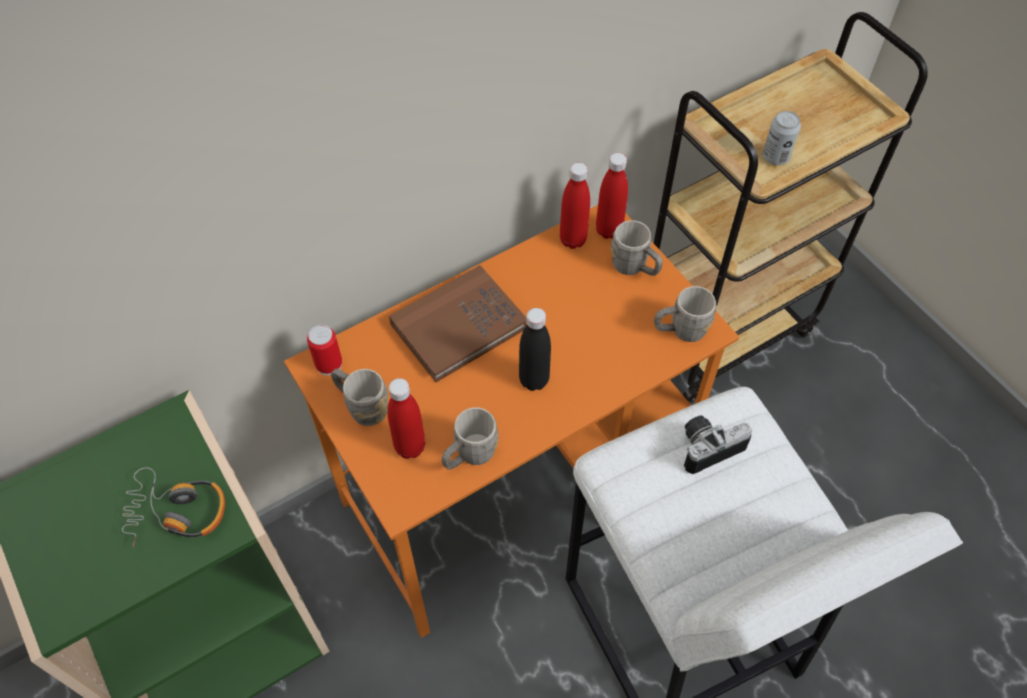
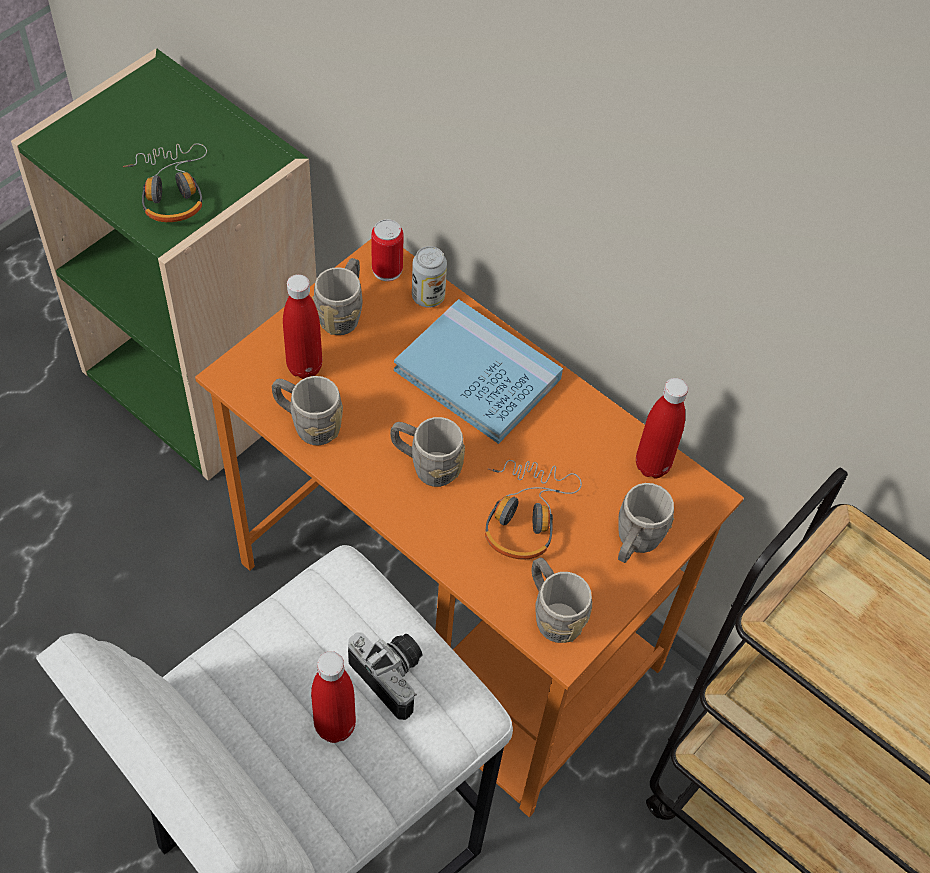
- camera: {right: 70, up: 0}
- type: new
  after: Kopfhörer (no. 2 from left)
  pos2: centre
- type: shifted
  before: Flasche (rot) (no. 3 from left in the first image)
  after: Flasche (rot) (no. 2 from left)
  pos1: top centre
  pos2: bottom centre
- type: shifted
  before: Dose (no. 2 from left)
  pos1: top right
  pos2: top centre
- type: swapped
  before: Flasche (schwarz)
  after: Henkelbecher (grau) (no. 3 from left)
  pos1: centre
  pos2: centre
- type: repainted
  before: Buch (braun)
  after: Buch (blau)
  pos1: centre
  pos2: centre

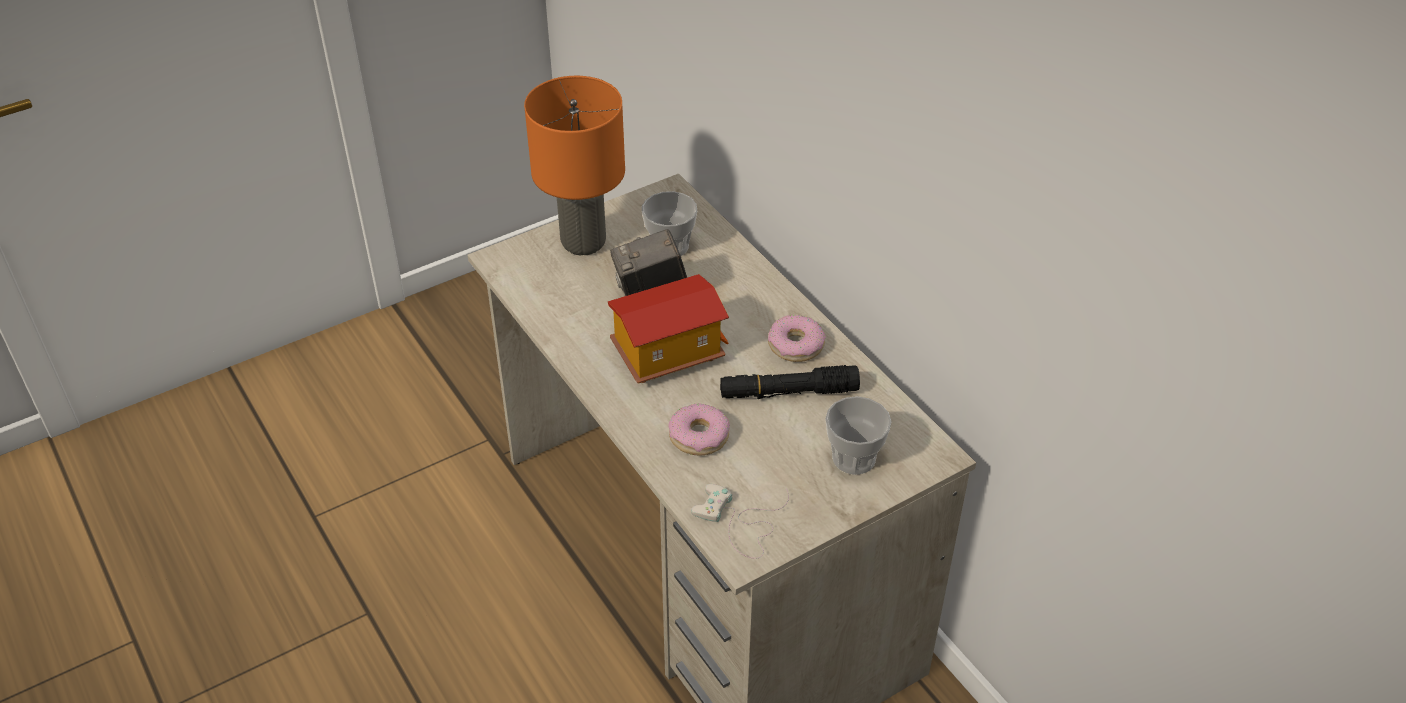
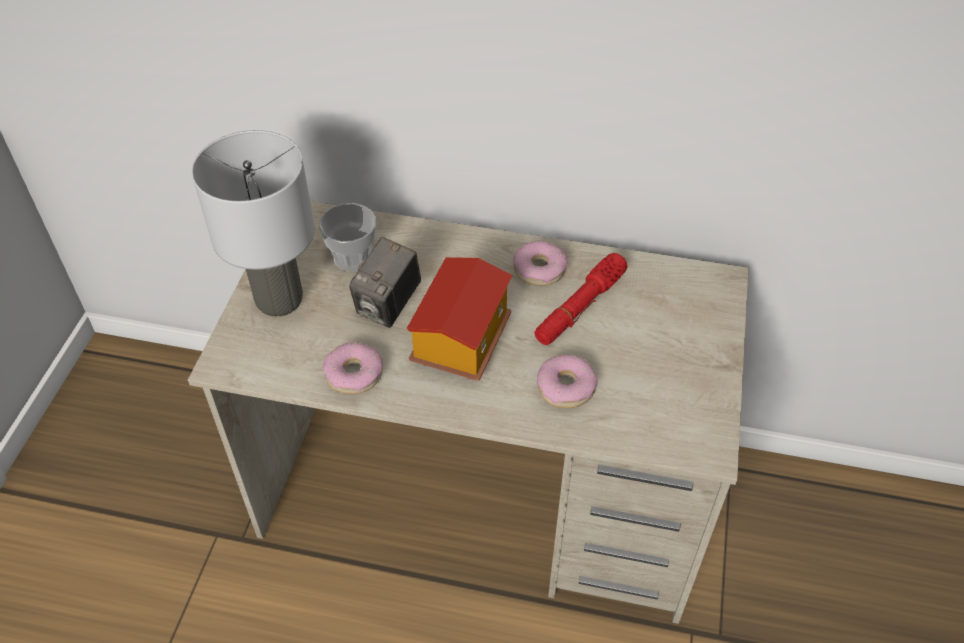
- camera: {right: -45, up: 5}
- type: gone
  before: Gamepad (weiß)
  pos1: bottom centre
- type: gone
  before: Tasse (no. 2 from left)
  pos1: centre
- type: new
  after: Donut (no. 1 from left)
  pos2: centre
- type: repainted
  before: Tischlampe (orange)
  after: Tischlampe (weiß)
  pos1: top centre
  pos2: middle left
- type: repainted
  before: Taschenlampe (schwarz)
  after: Taschenlampe (rot)
  pos1: centre
  pos2: centre

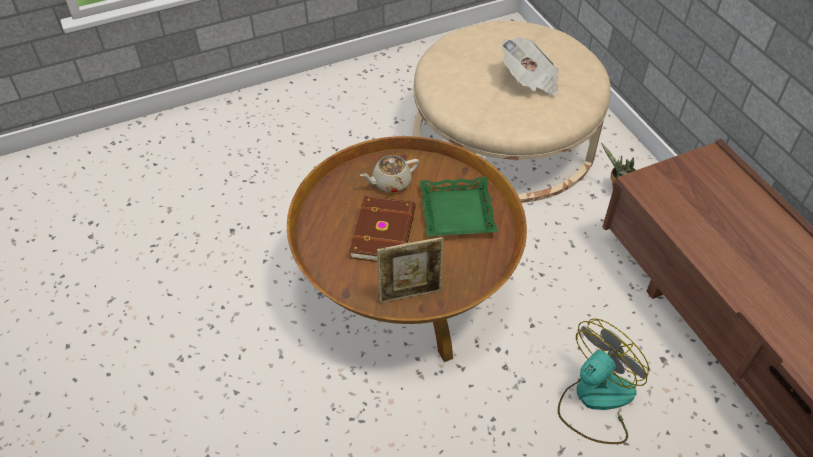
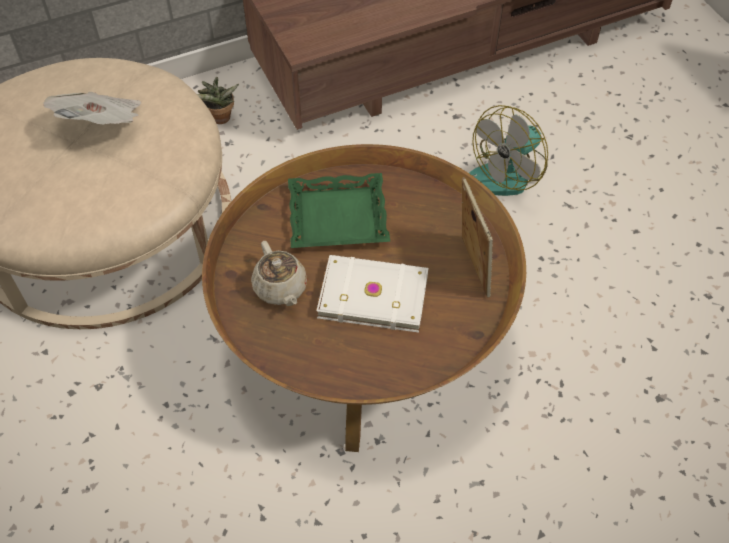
- camera: {right: -90, up: 5}
- type: repainted
  before: Buch (braun)
  after: Buch (weiß)
  pos1: centre
  pos2: centre
- type: rotated
  before: Ventilator
  pos1: bottom right
  pos2: top right
  turn: -90

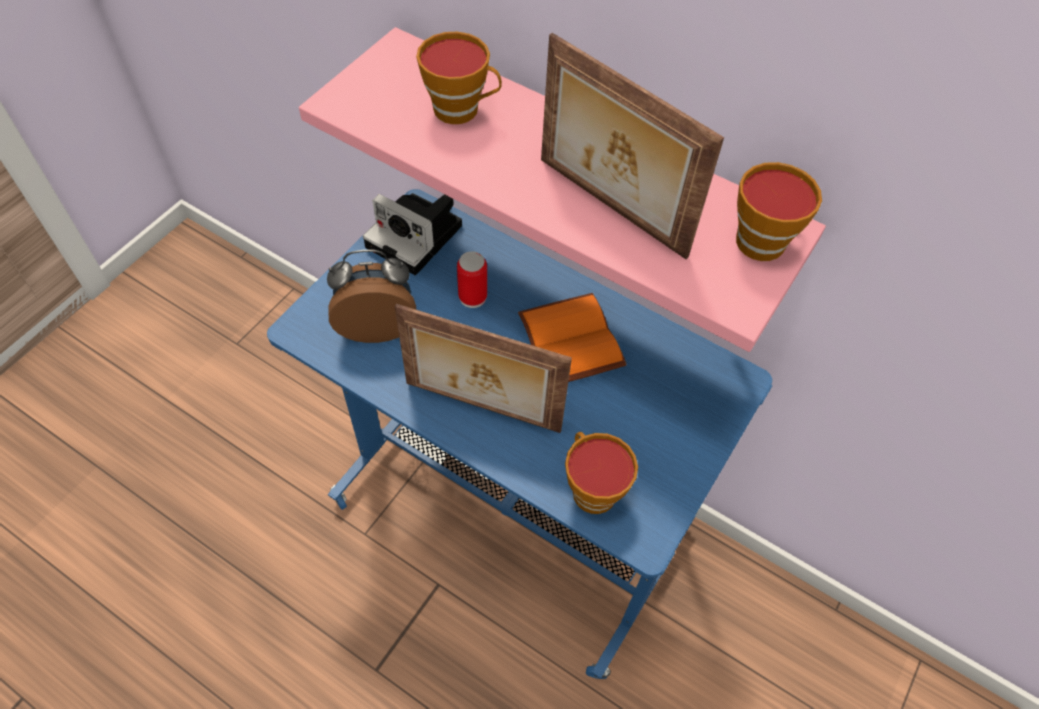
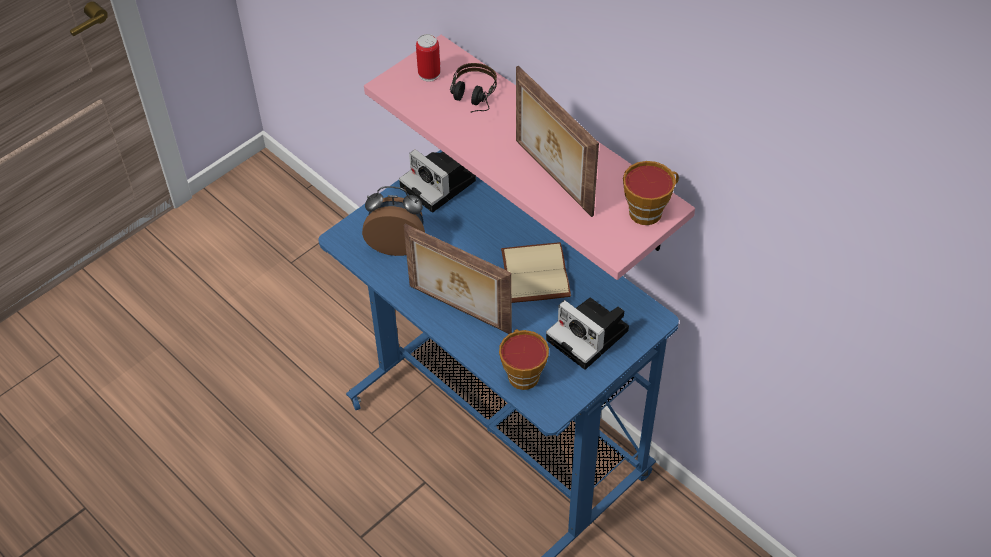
- camera: {right: 15, up: -5}
- type: new
  after: Kamera (no. 2 from left)
  pos2: centre
- type: shifted
  before: Dose
  pos1: centre
  pos2: top centre
- type: swapped
  before: Tasse (no. 1 from left)
  after: Kopfhörer
  pos1: top centre
  pos2: top centre
- type: repainted
  before: Buch (orange)
  after: Buch (beige)
  pos1: centre
  pos2: centre

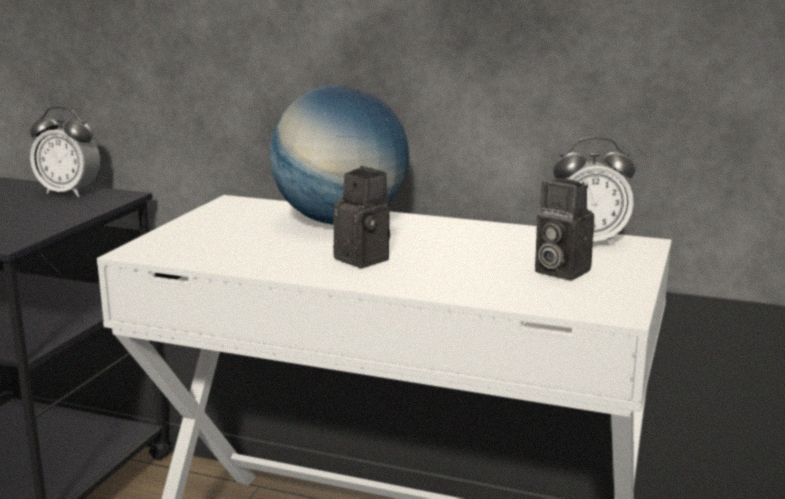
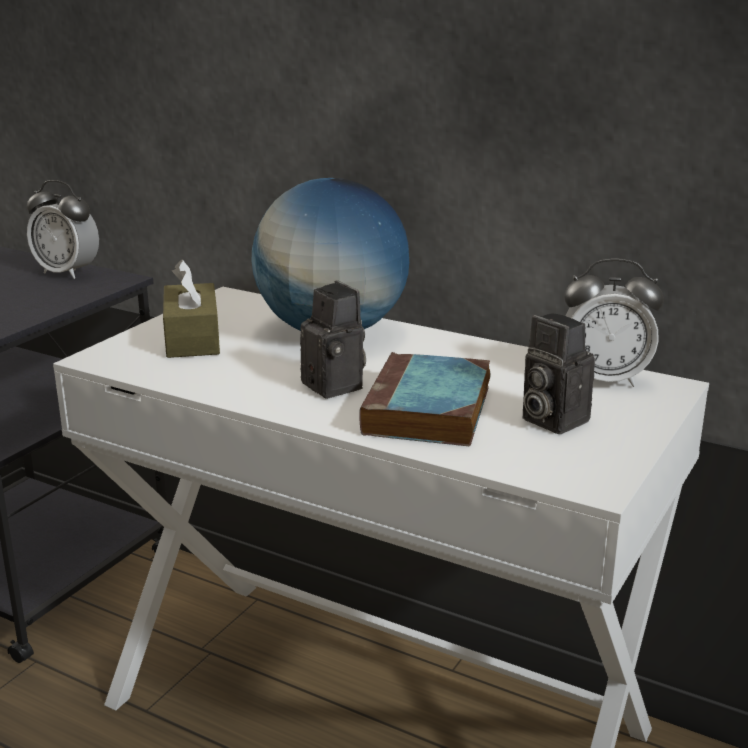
- camera: {right: 10, up: 5}
- type: new
  after: Taschentuchbox (braun)
  pos2: middle left
- type: new
  after: Buch
  pos2: centre

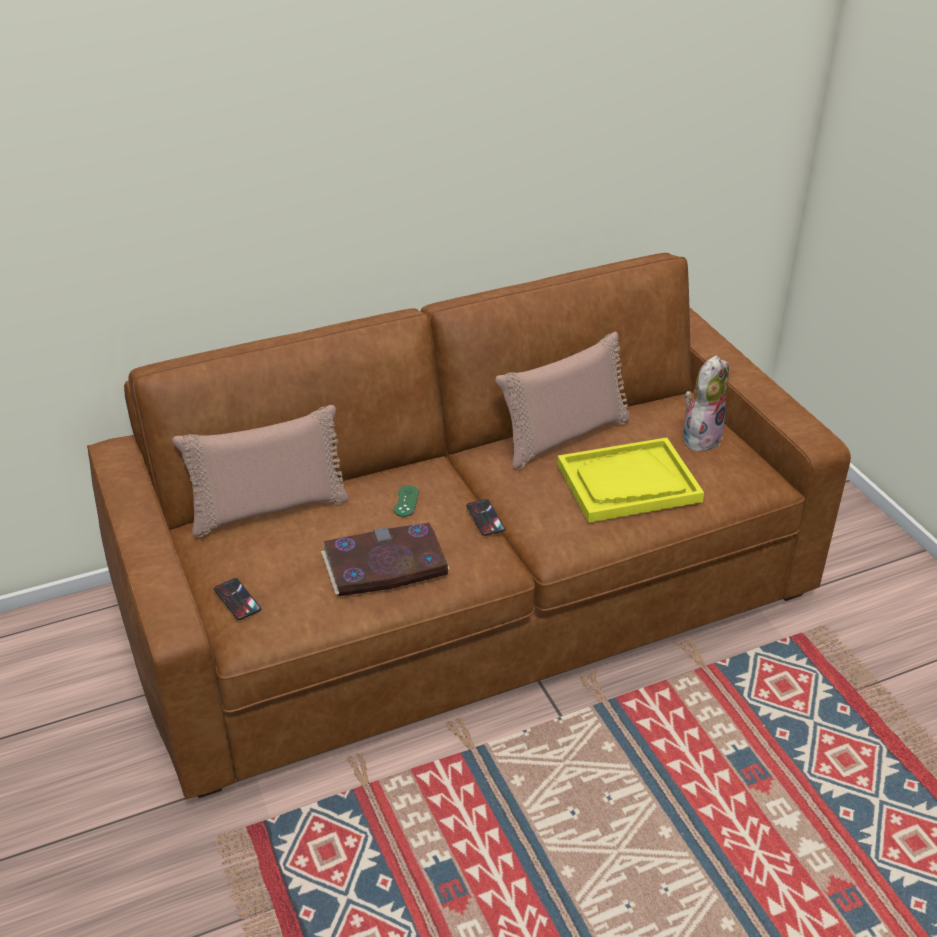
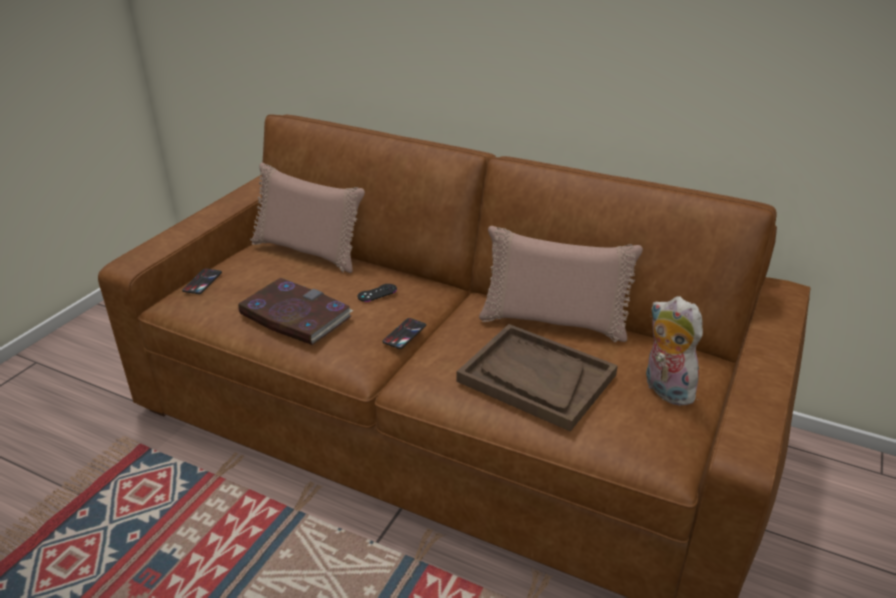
- camera: {right: 50, up: -5}
- type: repainted
  before: Gamepad (grün)
  after: Gamepad (schwarz)
  pos1: centre
  pos2: centre
- type: repainted
  before: Tablett (gelb)
  after: Tablett (braun)
  pos1: middle right
  pos2: centre
- type: rotated
  before: Plüschtier
  pos1: middle right
  pos2: middle right
  turn: -120

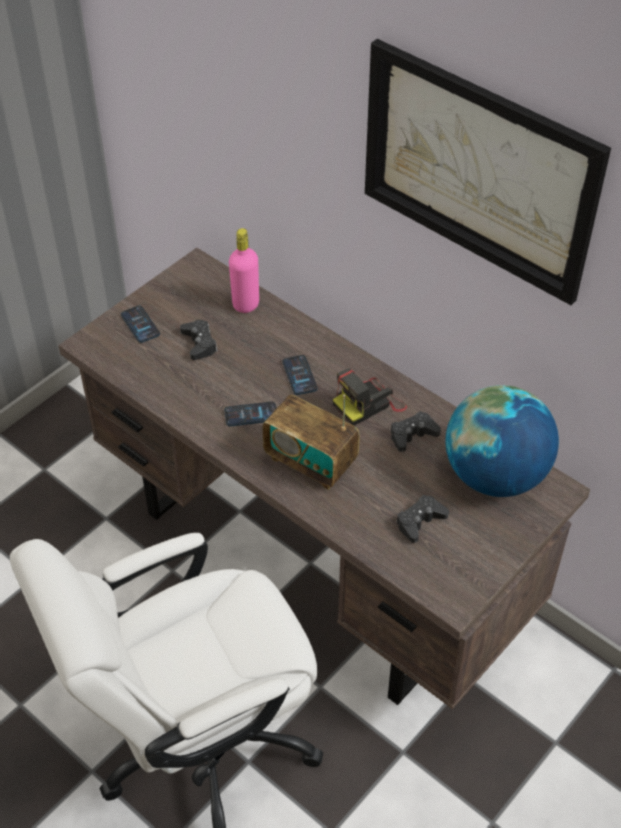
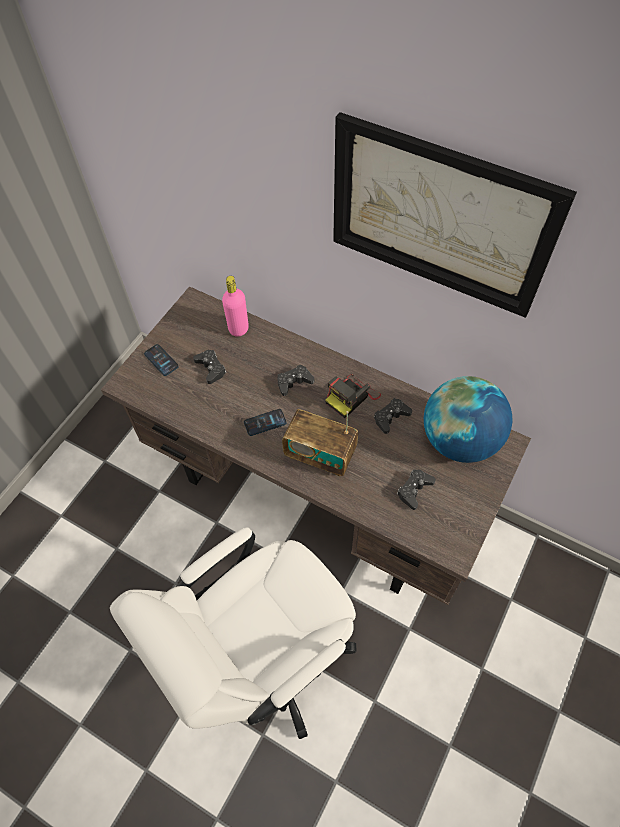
- camera: {right: -10, up: 10}
- type: swapped
  before: Handy (no. 3 from left)
  after: Gamepad (schwarz) (no. 2 from left)
  pos1: centre
  pos2: centre

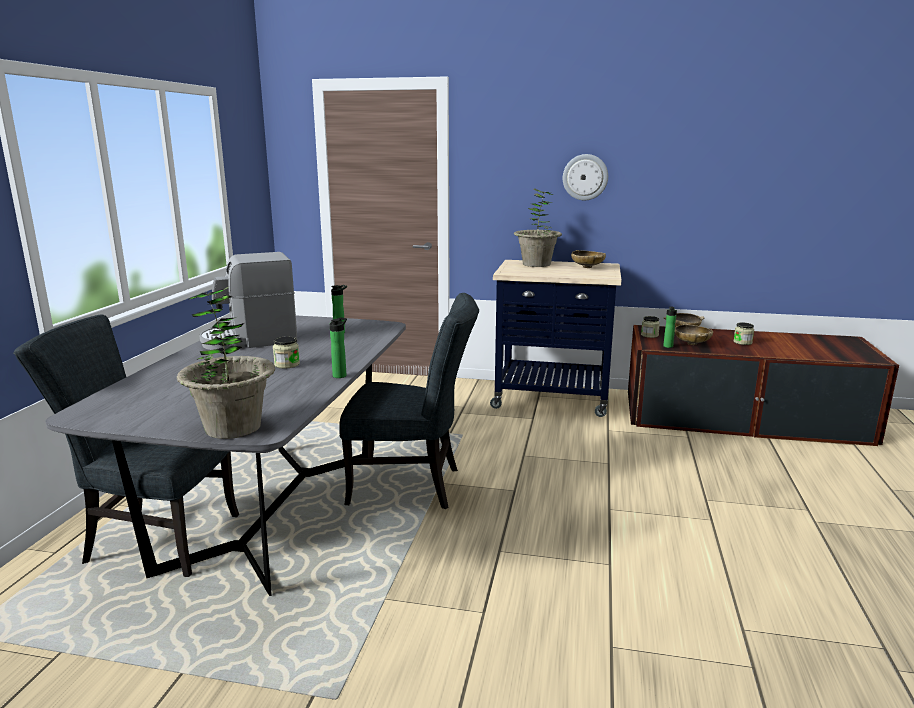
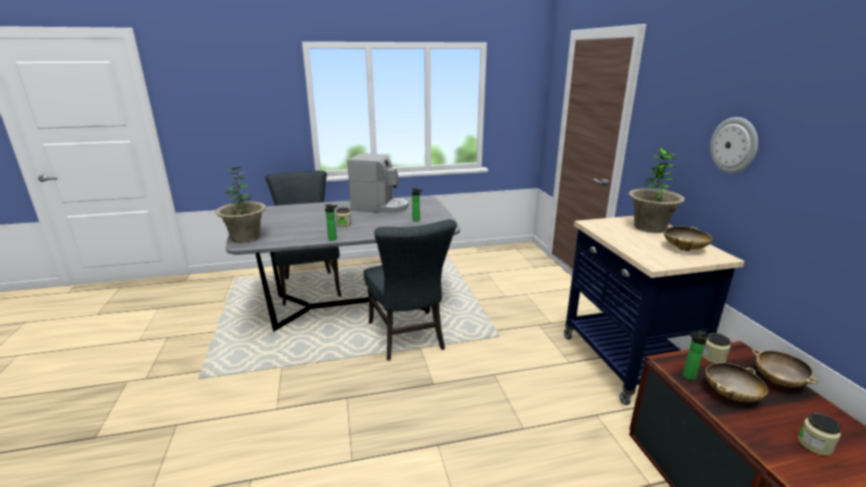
- camera: {right: 65, up: 5}
- type: rotated
  before: Kaffeemaschine
  pos1: middle left
  pos2: centre
  turn: 150

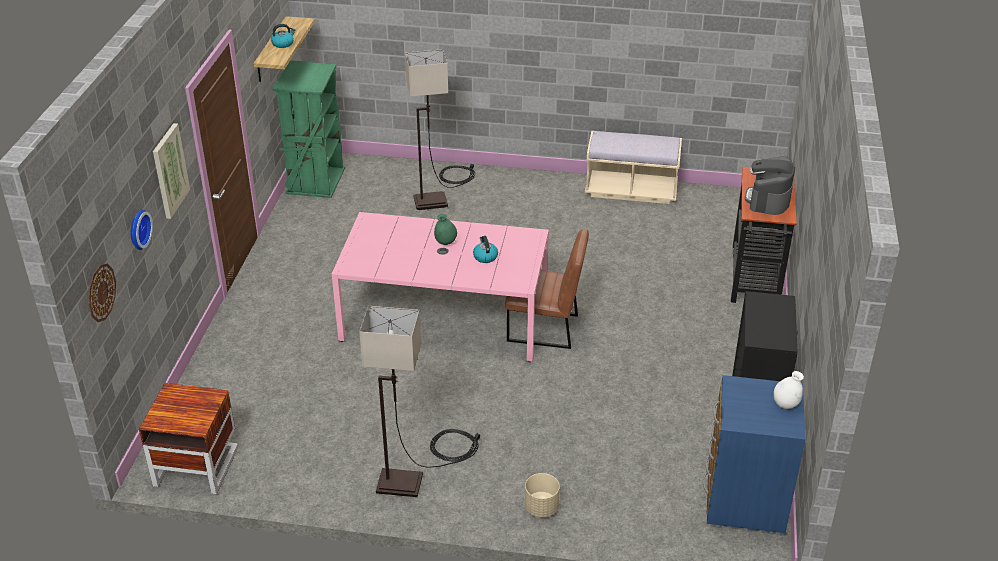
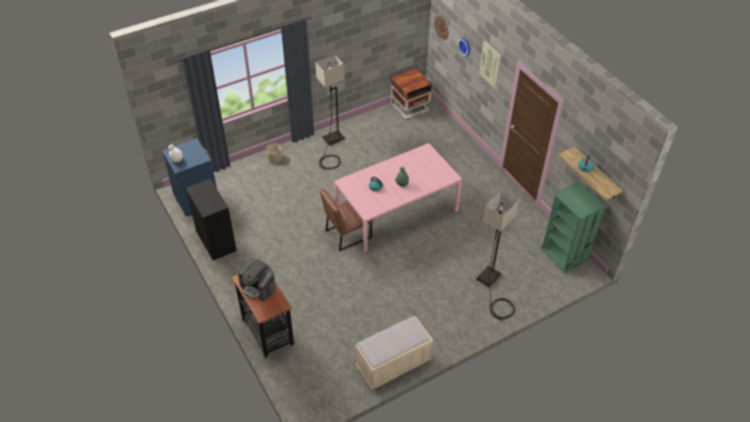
- camera: {right: 140, up: 10}
- type: rotated
  before: Kaffeemaschine
  pos1: top right
  pos2: centre
  turn: 150

